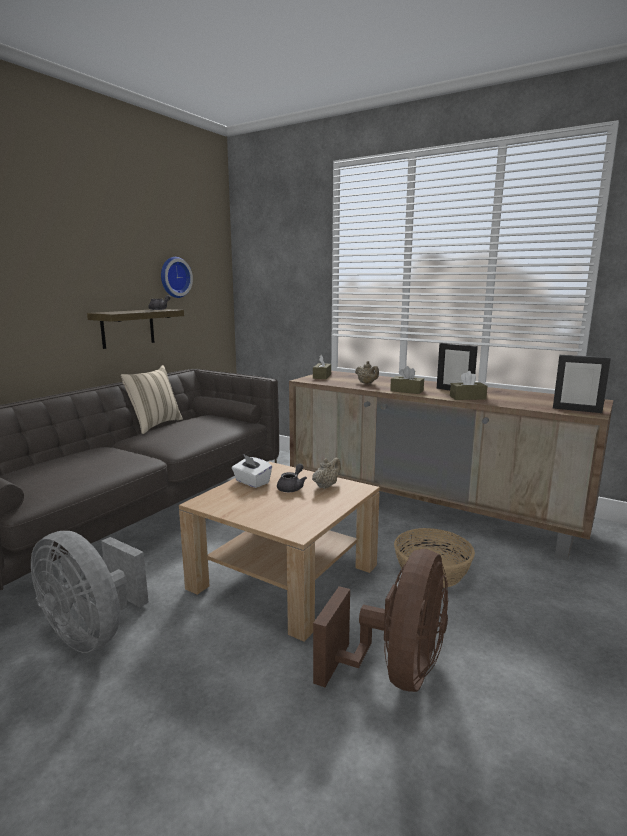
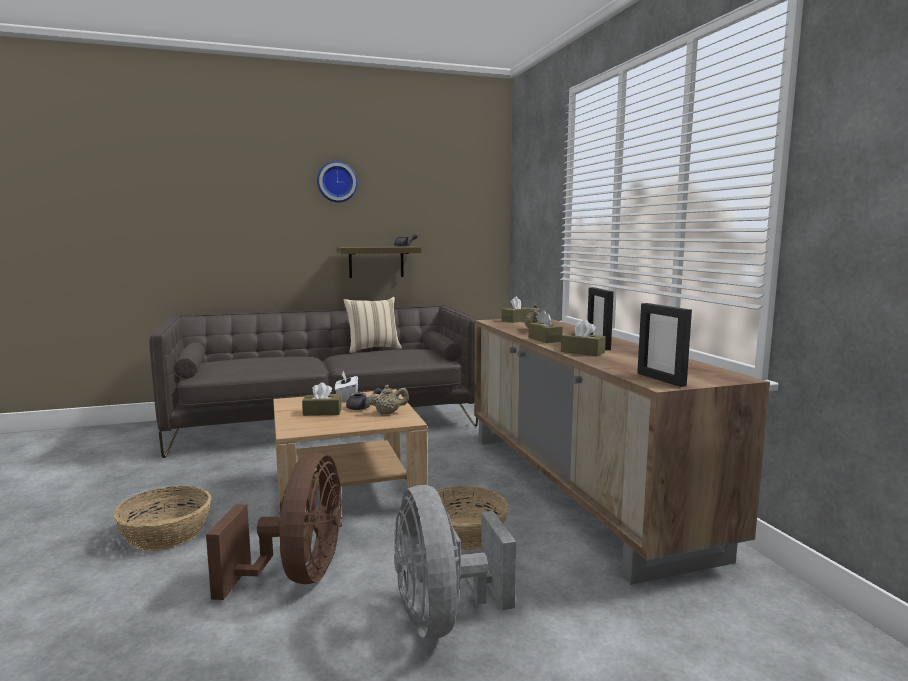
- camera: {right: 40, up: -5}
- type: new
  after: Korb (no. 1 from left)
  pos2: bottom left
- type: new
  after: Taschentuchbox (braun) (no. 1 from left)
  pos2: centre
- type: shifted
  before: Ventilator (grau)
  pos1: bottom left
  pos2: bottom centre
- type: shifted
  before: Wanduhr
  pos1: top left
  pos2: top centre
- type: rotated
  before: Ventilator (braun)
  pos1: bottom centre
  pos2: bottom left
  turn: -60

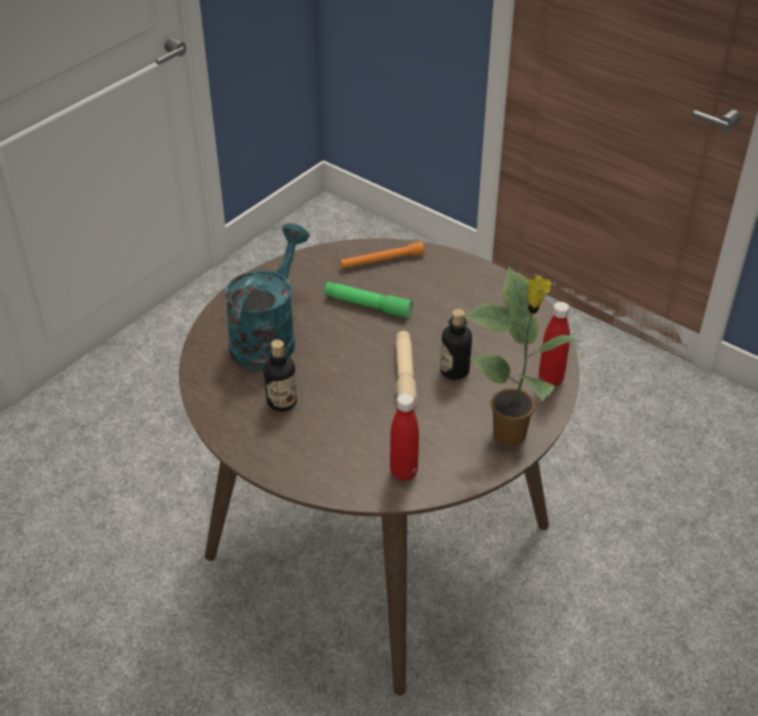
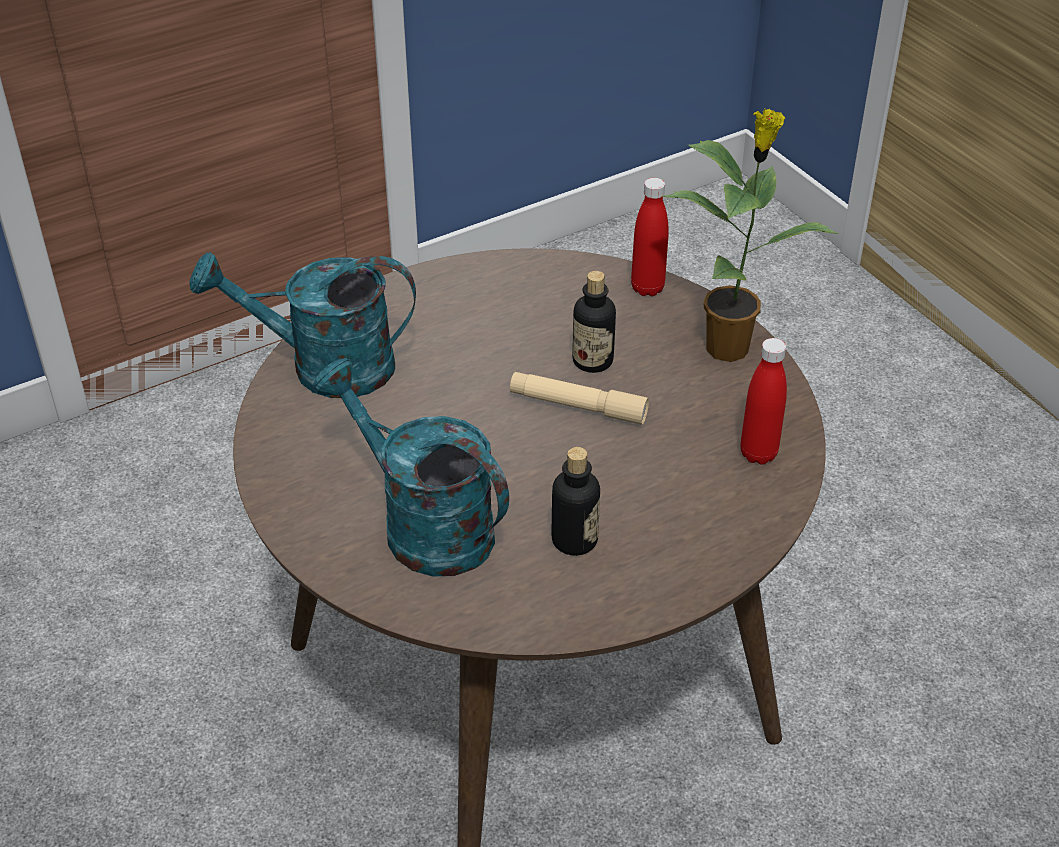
- camera: {right: -70, up: 0}
- type: gone
  before: Taschenlampe (grün)
  pos1: centre
- type: swapped
  before: Taschenlampe (orange)
  after: Gießkanne (türkis) (no. 1 from left)
  pos1: centre
  pos2: middle left

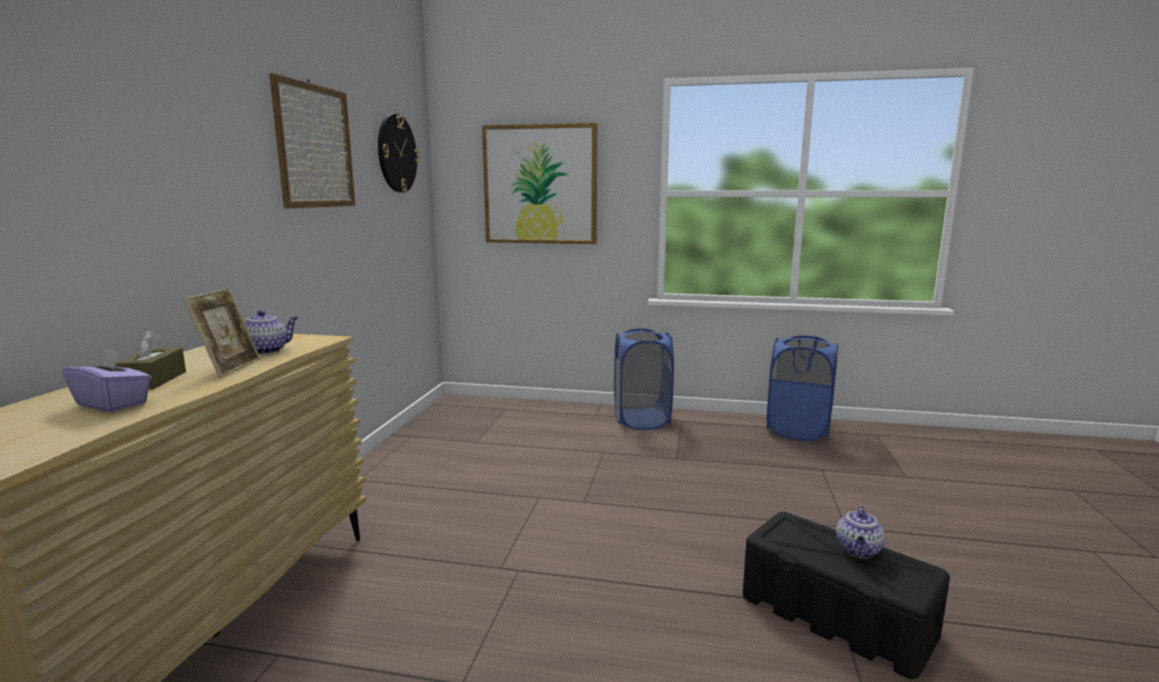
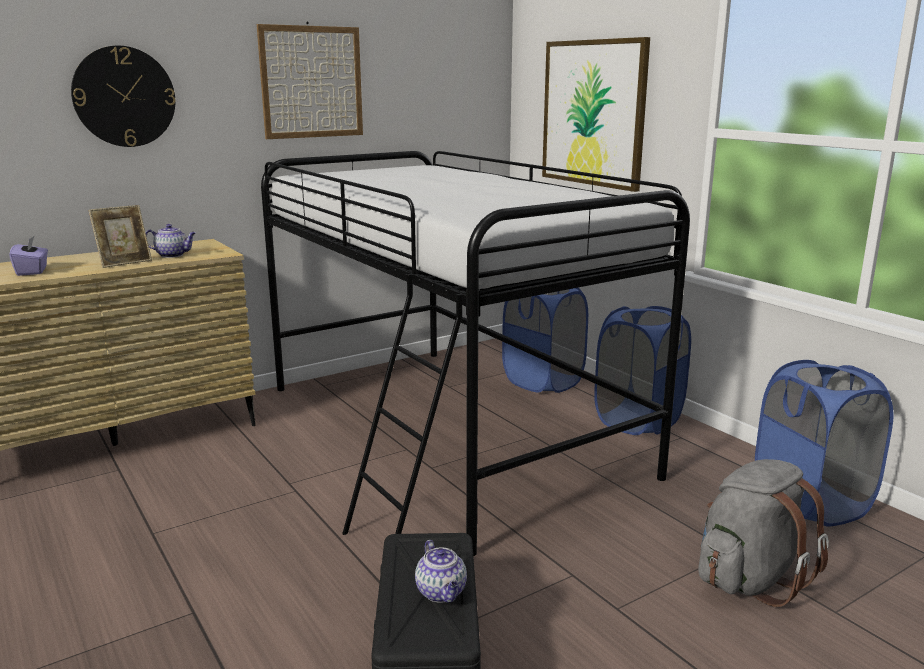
- camera: {right: 45, up: 5}
- type: gone
  before: Taschentuchbox (braun)
  pos1: middle left
- type: new
  after: Bett (schwarz)
  pos2: centre
- type: new
  after: Wäschekorb (blau) (no. 1 from left)
  pos2: centre
- type: new
  after: Rucksack (grau)
  pos2: bottom right
- type: shifted
  before: Wanduhr
  pos1: top centre
  pos2: top left
- type: rotated
  before: Teekanne (no. 2 from left)
  pos1: bottom right
  pos2: bottom centre
  turn: -90

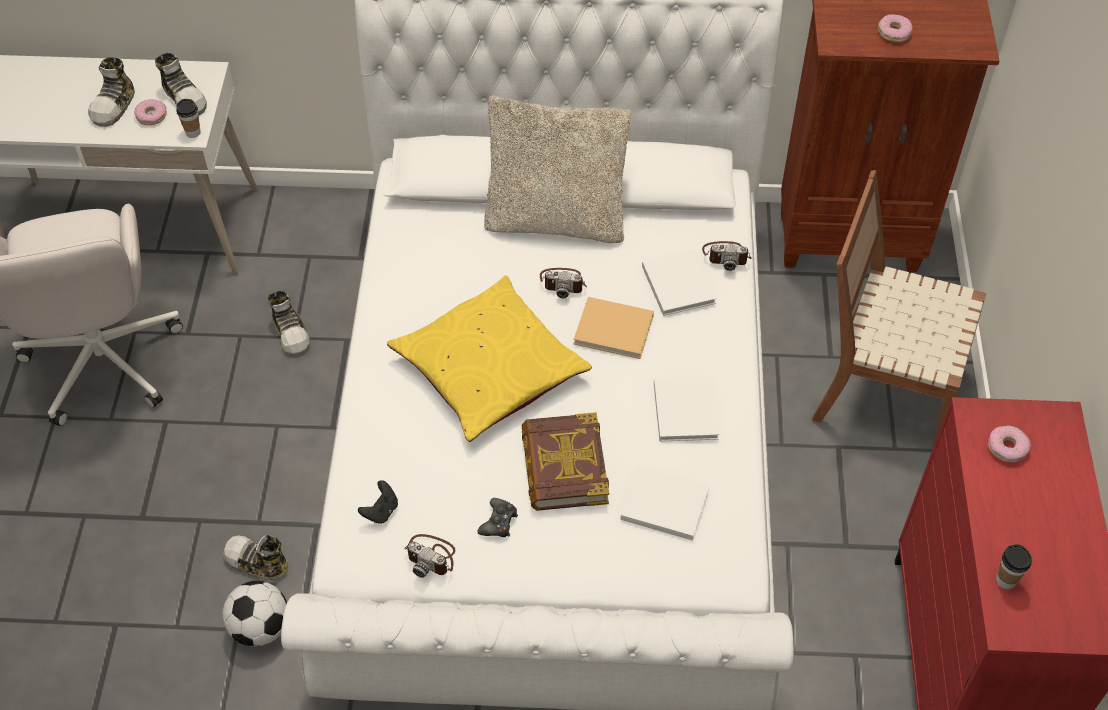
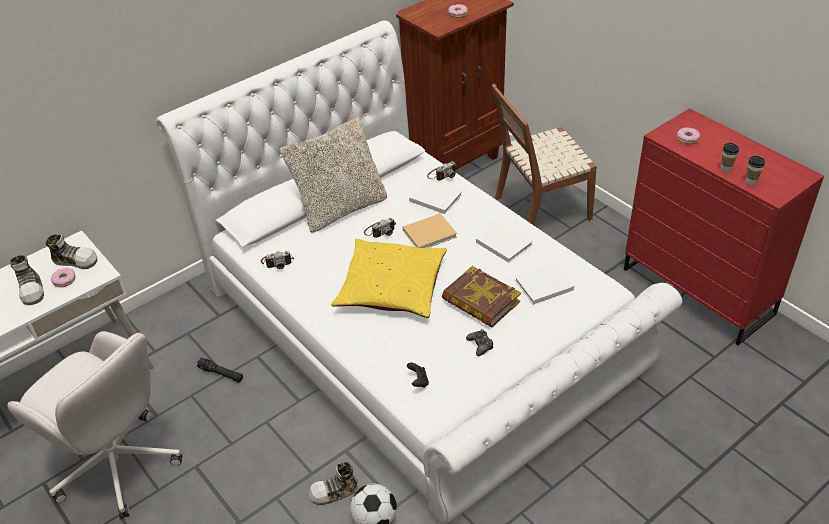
- camera: {right: -40, up: -10}
- type: shifted
  before: Tasse (no. 1 from left)
  pos1: top left
  pos2: top right
- type: shifted
  before: Kamera (no. 1 from left)
  pos1: bottom centre
  pos2: centre
- type: swapped
  before: Schuh (no. 4 from left)
  after: Taschenlampe (schwarz)
  pos1: middle left
  pos2: bottom left

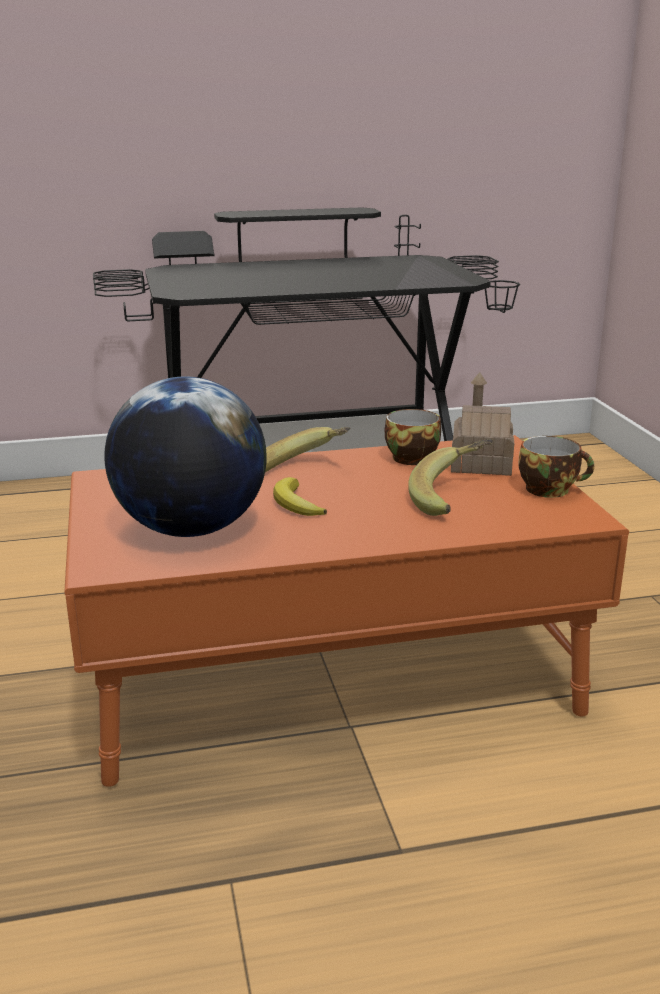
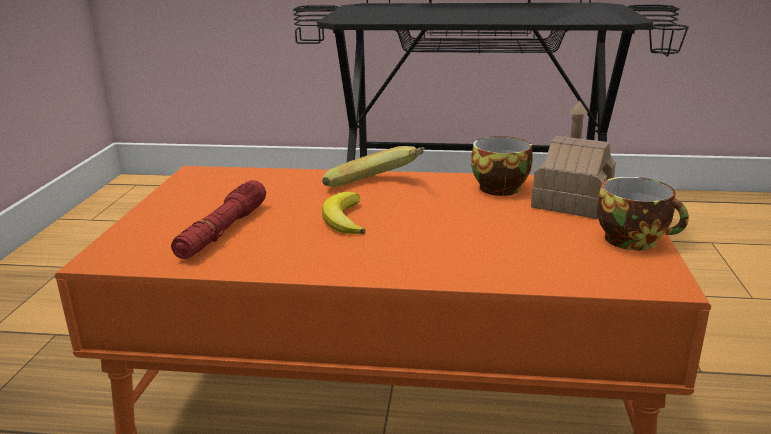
- camera: {right: 20, up: 0}
- type: gone
  before: Banane (no. 3 from left)
  pos1: middle right
- type: swapped
  before: Globus
  after: Taschenlampe (rot)
  pos1: middle left
  pos2: middle left

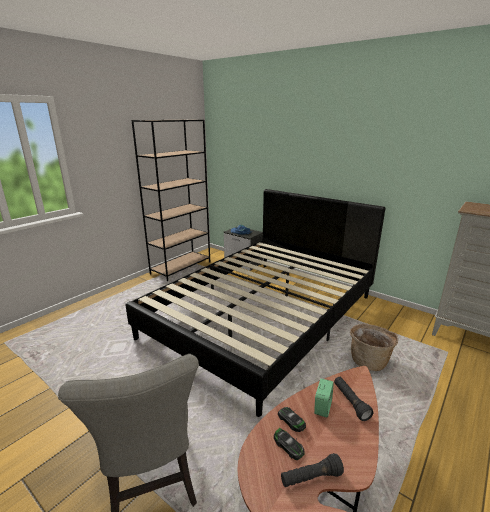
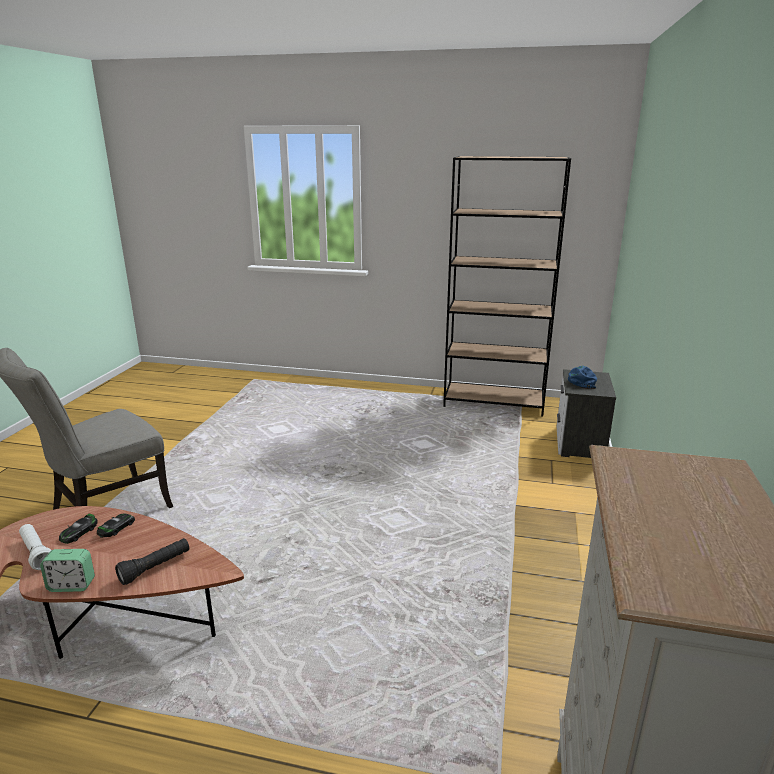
- camera: {right: 65, up: 0}
- type: gone
  before: Bett (schwarz)
  pos1: centre
- type: gone
  before: Korb
  pos1: bottom right
- type: shifted
  before: Wecker
  pos1: bottom centre
  pos2: bottom left
- type: repainted
  before: Taschenlampe (schwarz) (no. 1 from left)
  after: Taschenlampe (weiß)
  pos1: bottom centre
  pos2: bottom left

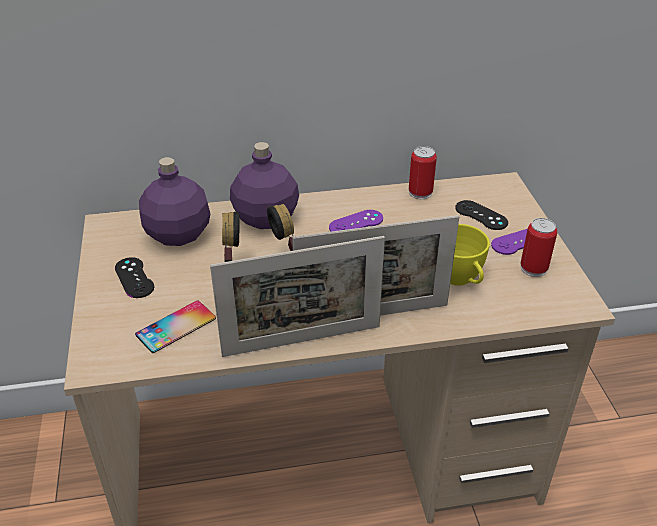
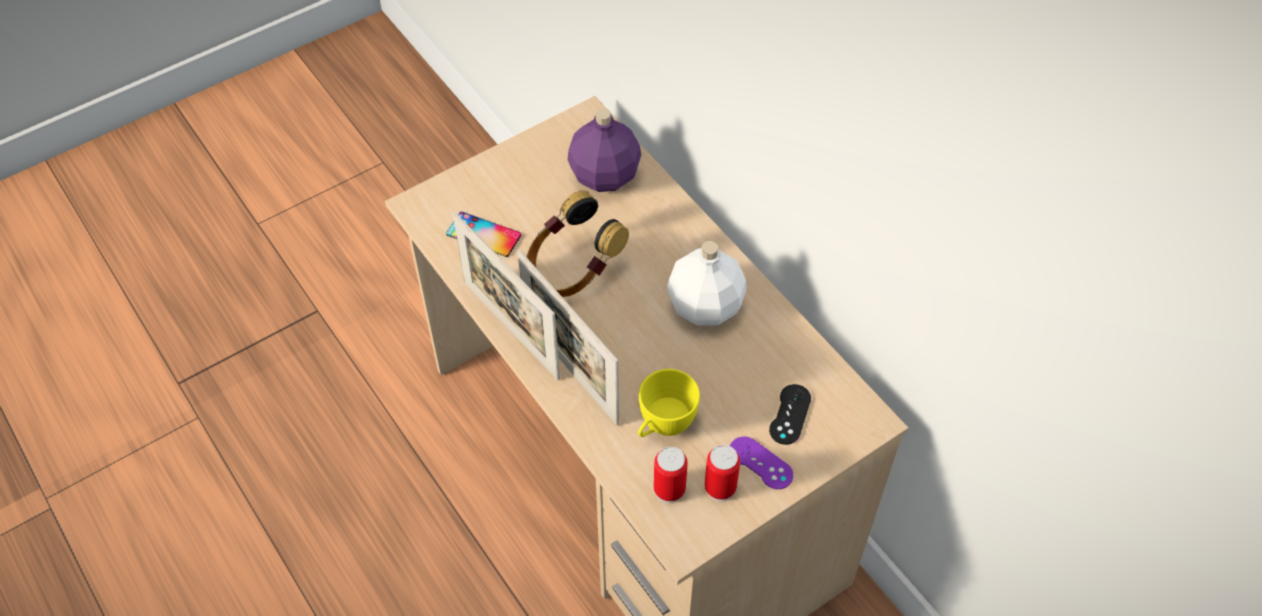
- camera: {right: 65, up: 15}
- type: gone
  before: Gamepad (schwarz) (no. 1 from left)
  pos1: middle left
- type: gone
  before: Flasche (lila) (no. 2 from left)
  pos1: centre
- type: shifted
  before: Dose (no. 1 from left)
  pos1: top centre
  pos2: bottom centre
- type: swapped
  before: Gamepad (lila) (no. 1 from left)
  after: Flasche (weiß)
  pos1: centre
  pos2: centre

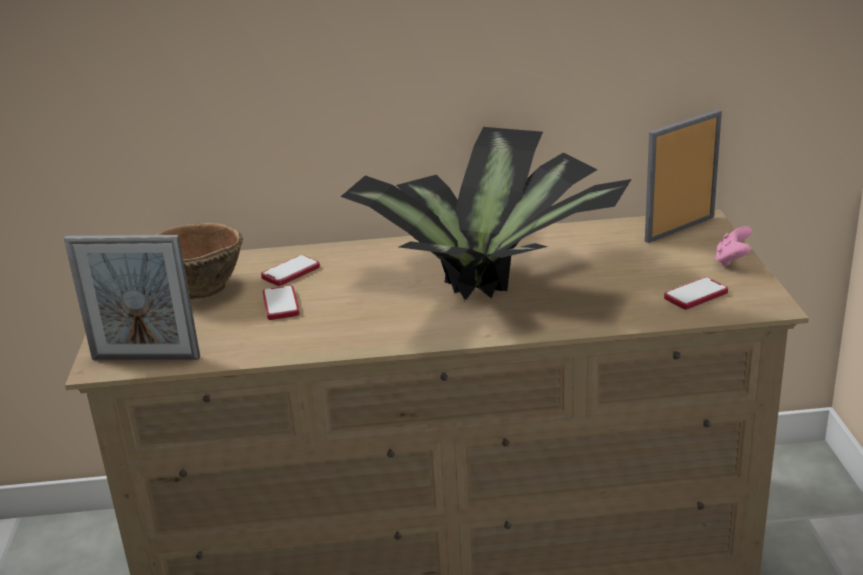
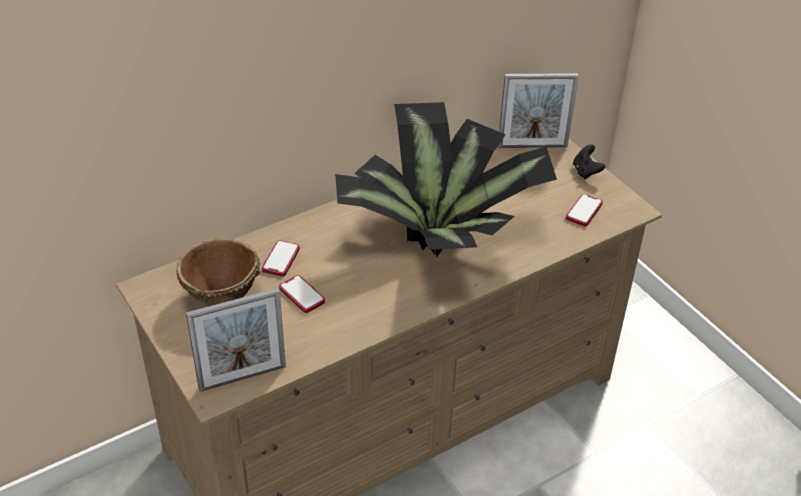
- camera: {right: -30, up: 15}
- type: repainted
  before: Gamepad (rosa)
  after: Gamepad (schwarz)
  pos1: middle right
  pos2: top right
- type: rotated
  before: Bilderrahmen (no. 2 from left)
  pos1: top right
  pos2: top right
  turn: -120

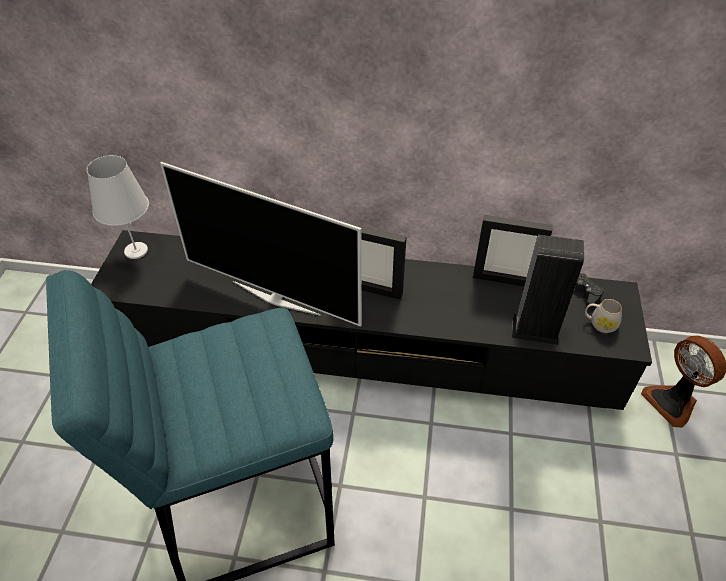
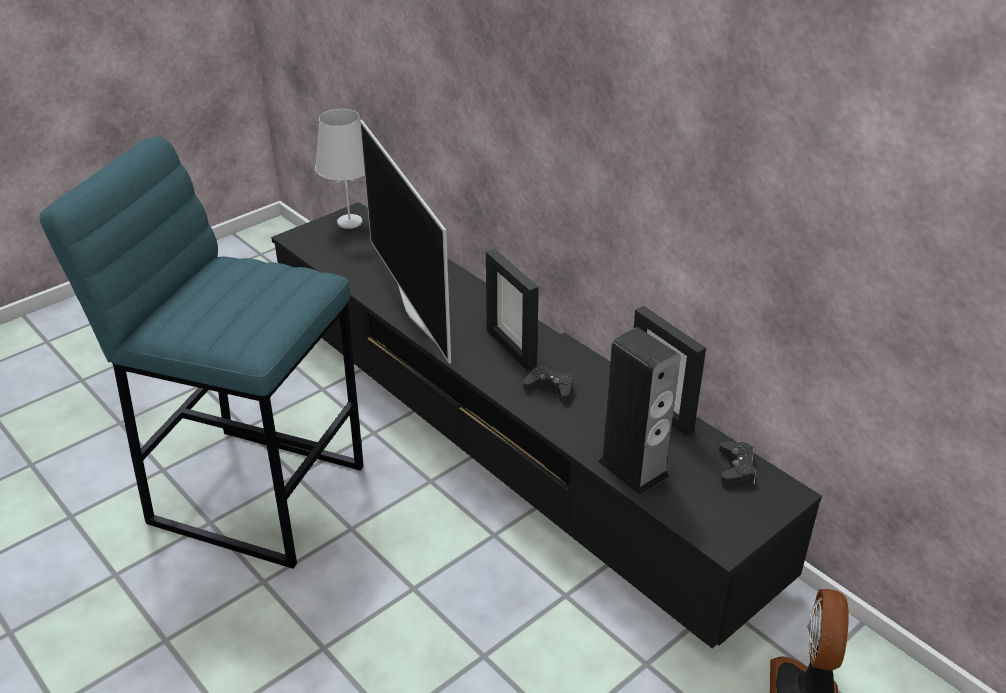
- camera: {right: 40, up: -10}
- type: gone
  before: Henkelbecher (weiß)
  pos1: middle right
- type: new
  after: Gamepad (schwarz) (no. 1 from left)
  pos2: centre

